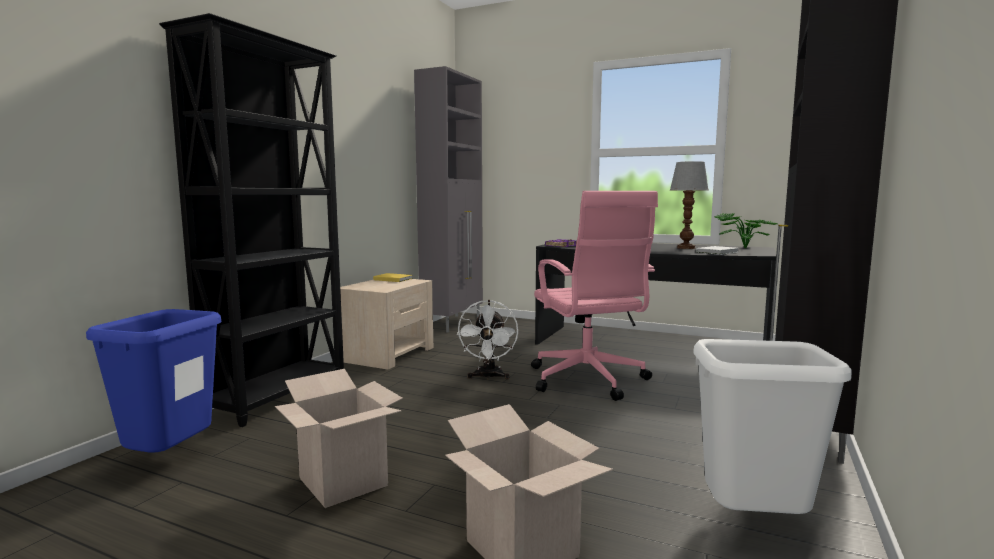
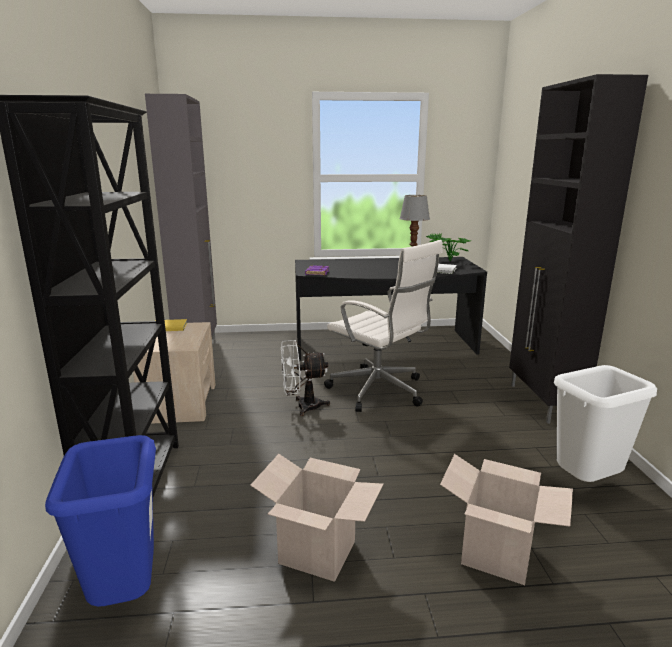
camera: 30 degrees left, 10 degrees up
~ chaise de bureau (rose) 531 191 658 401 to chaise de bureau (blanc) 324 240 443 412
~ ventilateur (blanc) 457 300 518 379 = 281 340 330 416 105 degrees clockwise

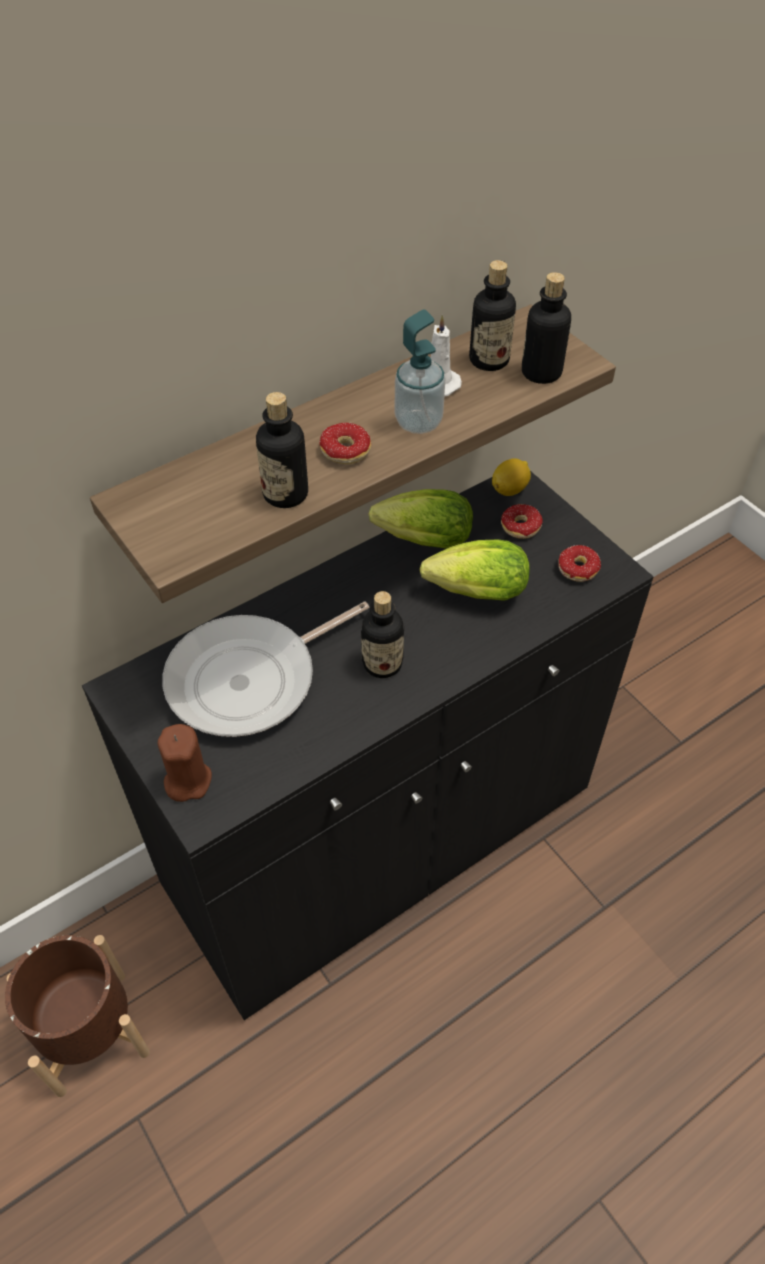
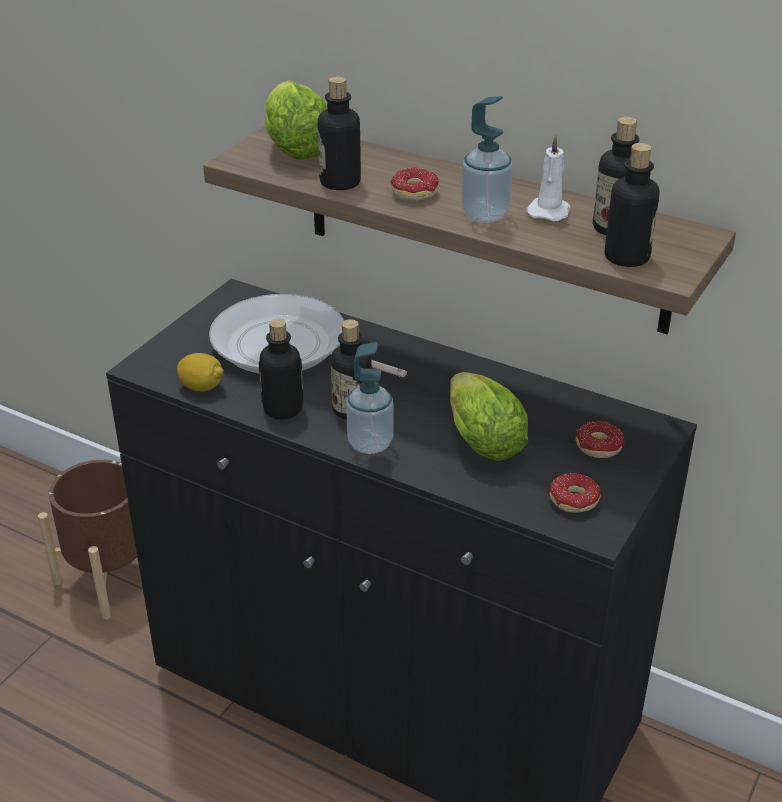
camera: 65 degrees right, 15 degrees down
~ citron 492 458 531 496 to 177 353 224 391
~ laitue 369 489 473 549 to 265 81 328 160
- bougie (marron) 158 724 212 802
+ bouteille 259 319 304 419
+ distributeur de savon 346 342 394 454

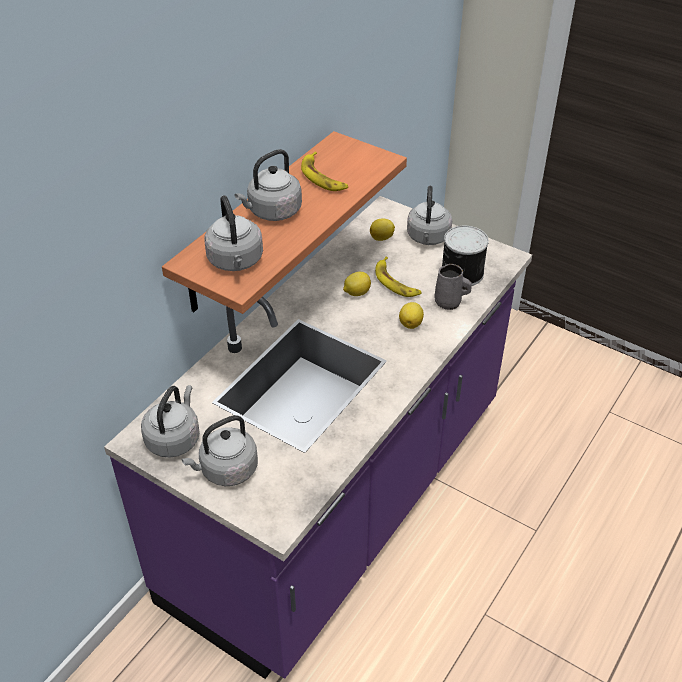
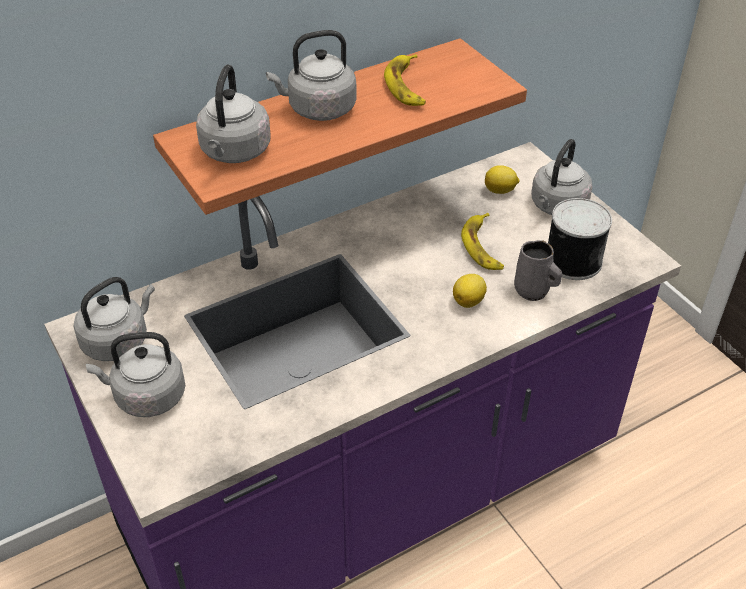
camera: 25 degrees right, 0 degrees up
- citron 343 272 371 296

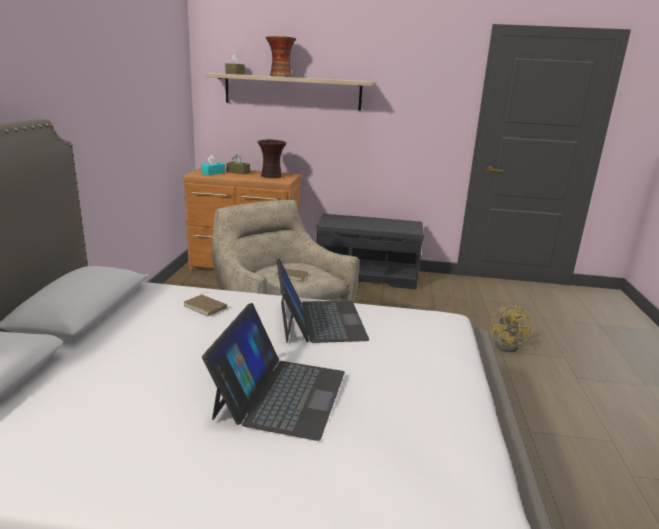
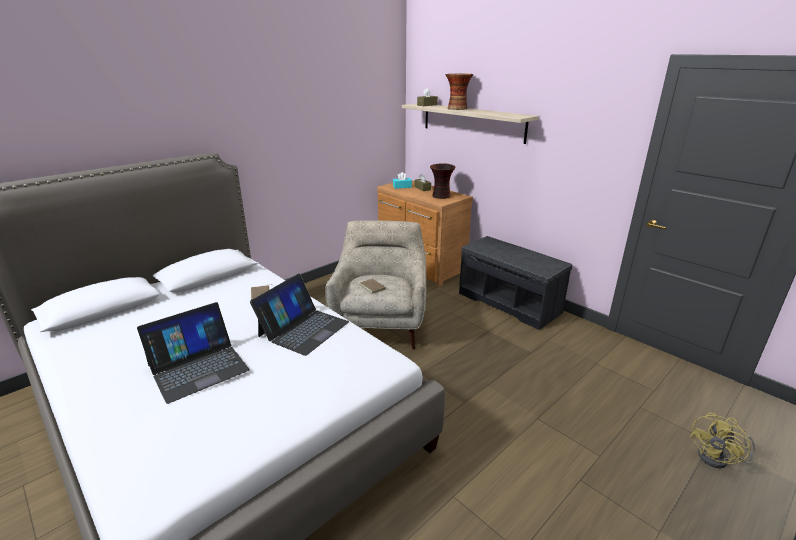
camera: 40 degrees right, 5 degrees up
~ ventilateur (jaune) 490 305 534 352 to 690 413 755 468

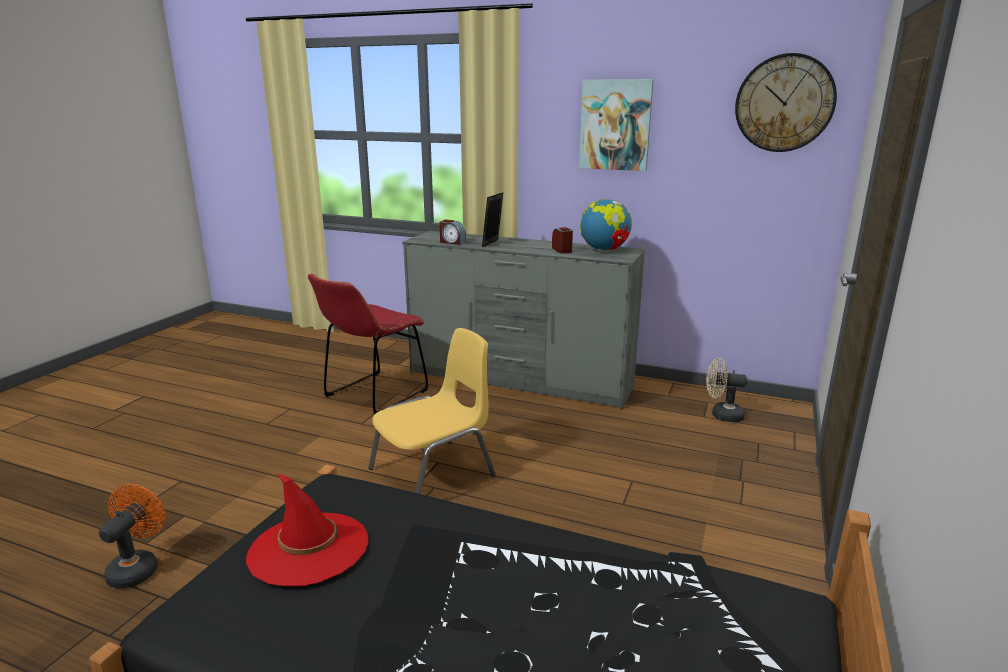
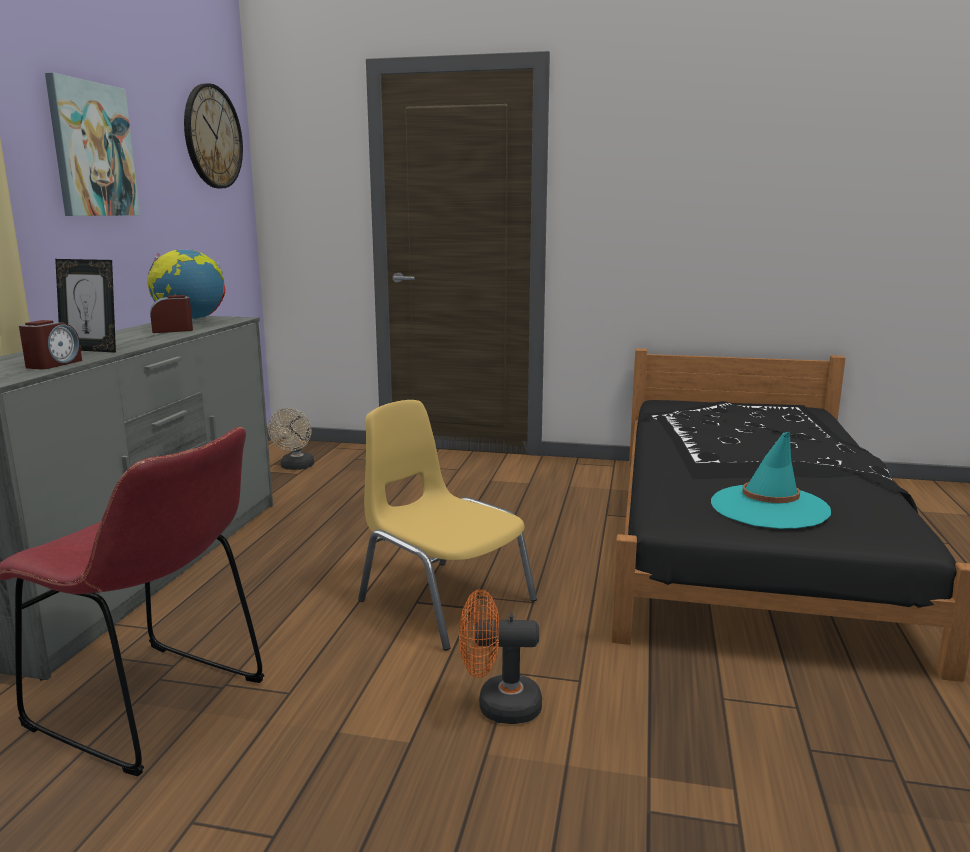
camera: 100 degrees left, 5 degrees down
~ chapeau (rouge) 246 473 369 586 to chapeau (turquoise) 711 432 831 529
~ ventilateur (orange) 99 484 166 588 to 459 589 542 724

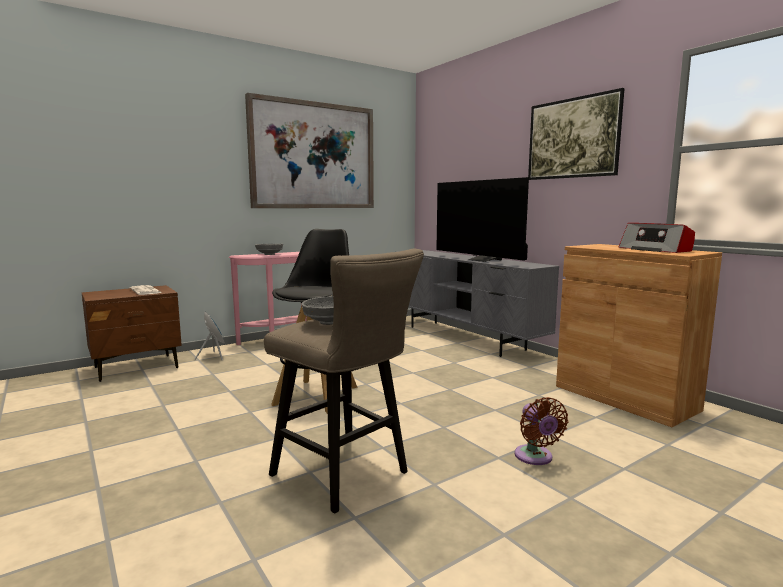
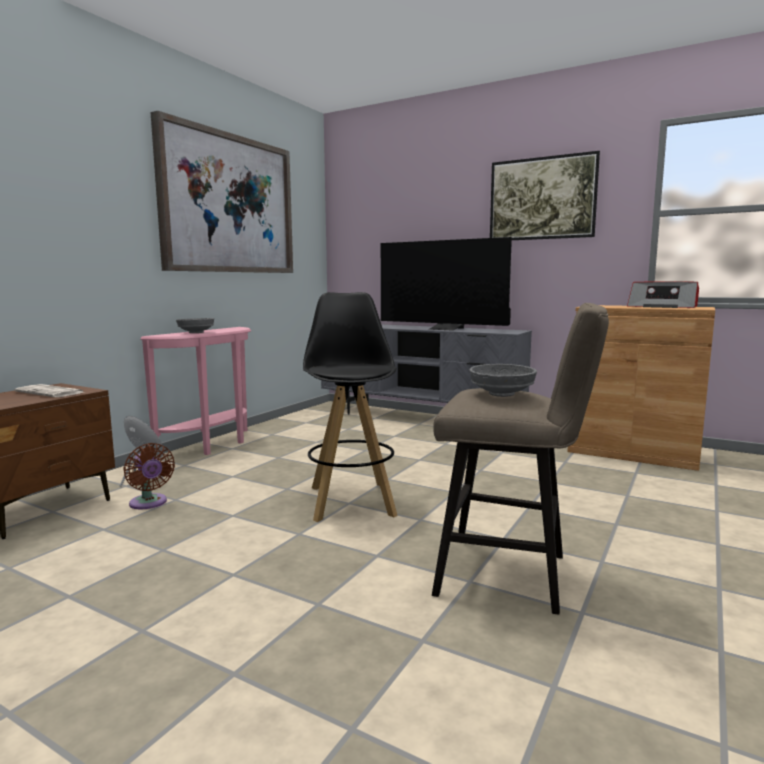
camera: 25 degrees left, 0 degrees up
~ ventilateur (marron) 515 397 568 465 to 123 443 175 509

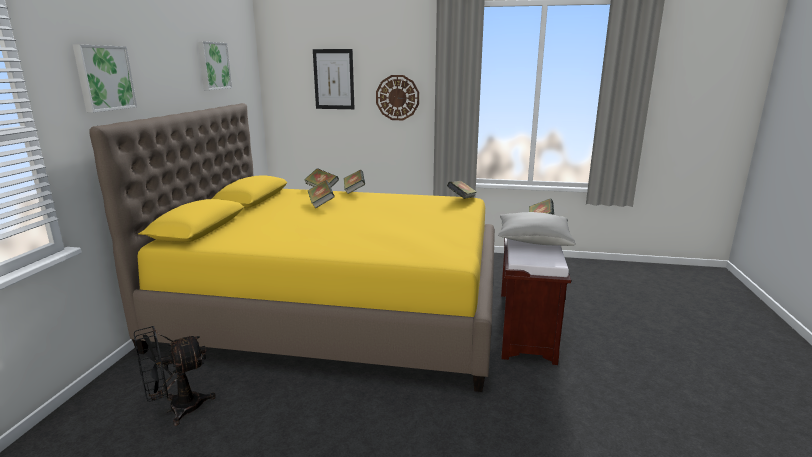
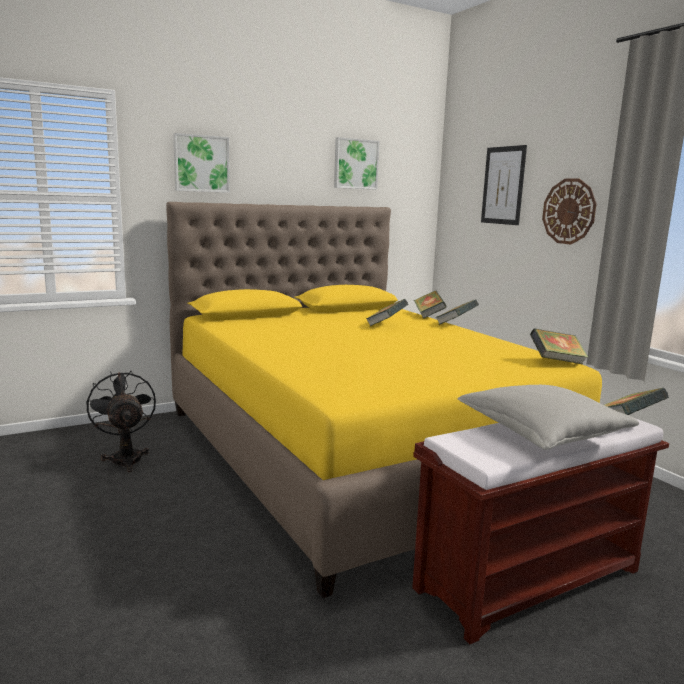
camera: 50 degrees right, 5 degrees down
~ ventilateur (noir) 134 326 216 426 = 86 371 156 472 45 degrees clockwise

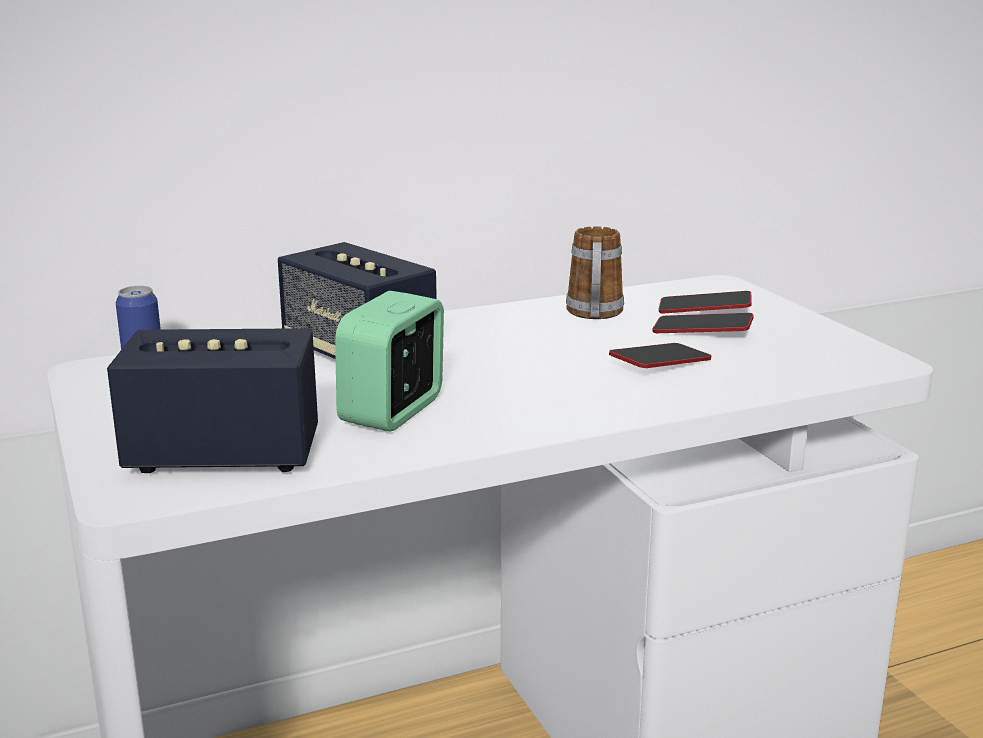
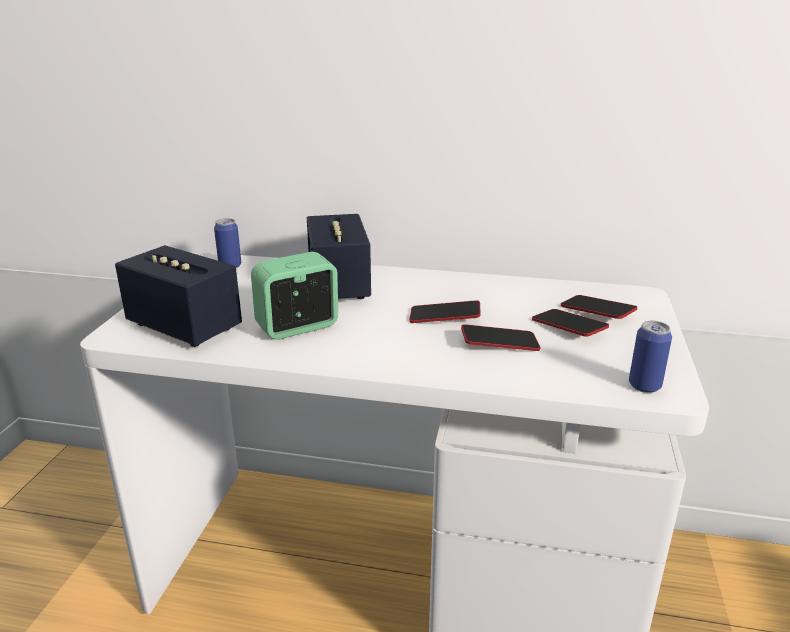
camera: 35 degrees right, 5 degrees up
- mug 566 226 624 319
+ téléphone 409 300 481 323
+ boîte métallique 629 321 672 393

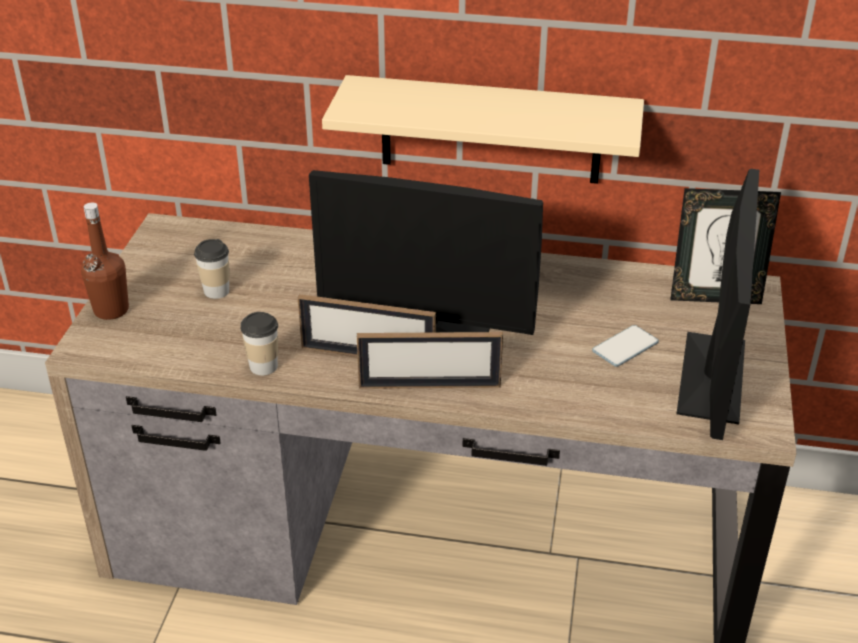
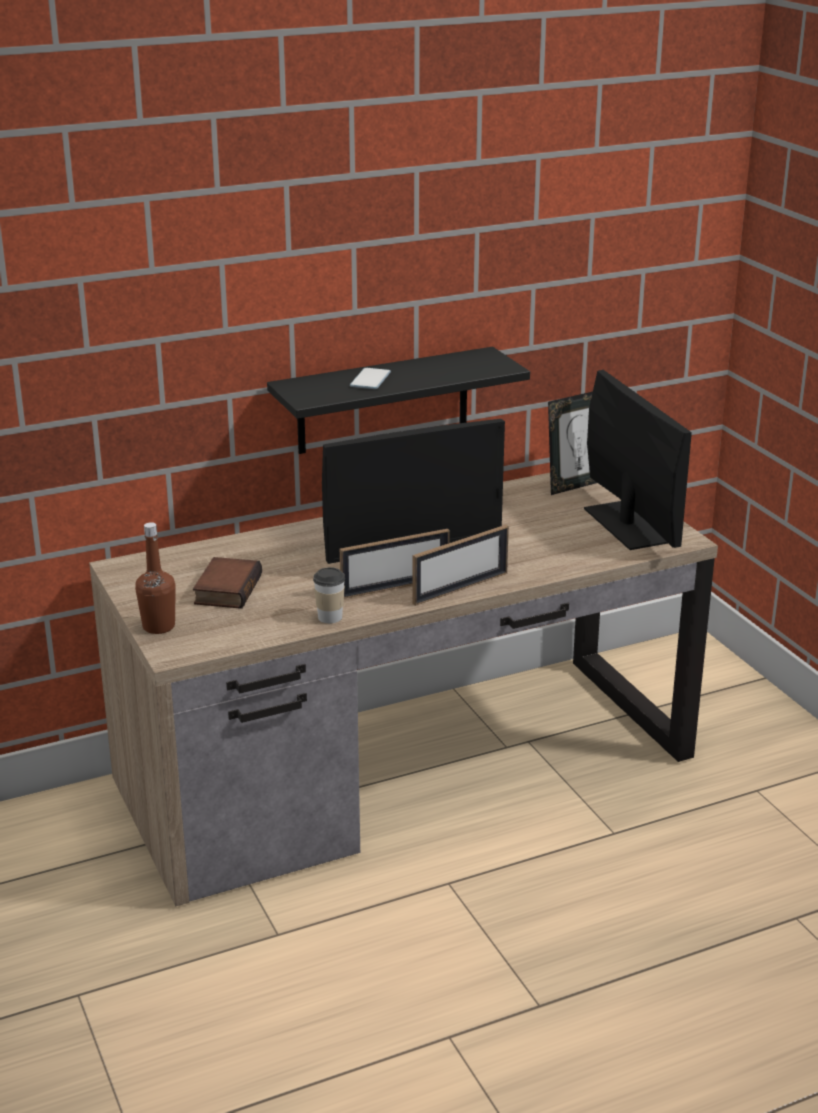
camera: 35 degrees left, 10 degrees down
~ étagère (beige) 322 75 644 184 to étagère (noir) 267 347 530 454
~ tasse 194 239 229 299 to livre 193 557 262 609
~ téléphone 592 325 659 367 to 350 368 391 389

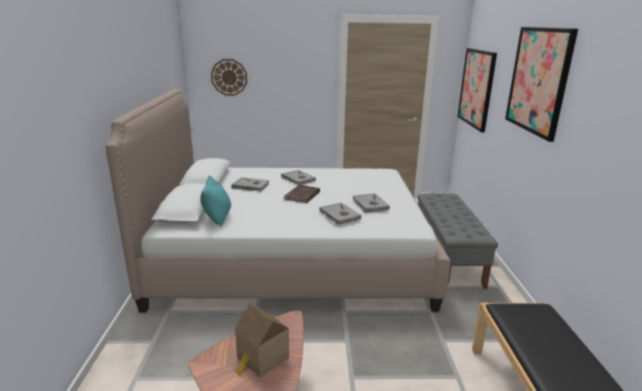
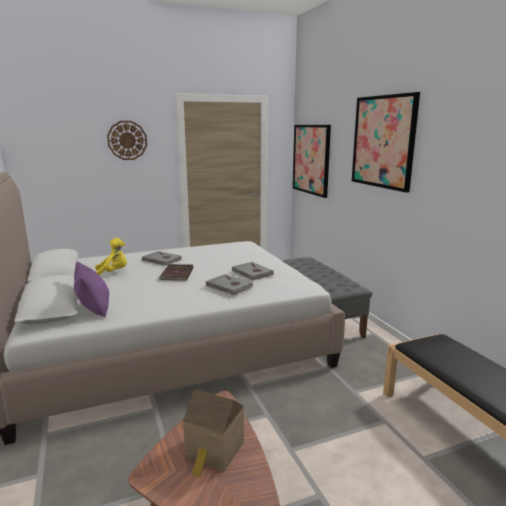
camera: 20 degrees left, 5 degrees down
~ horloge murale 211 59 247 96 to 107 121 147 160
~ coussin (turquoise) 200 175 231 227 to coussin (violet) 74 261 109 317
~ livre (gris) 231 177 269 192 to peluche (jaune) 95 238 127 275

